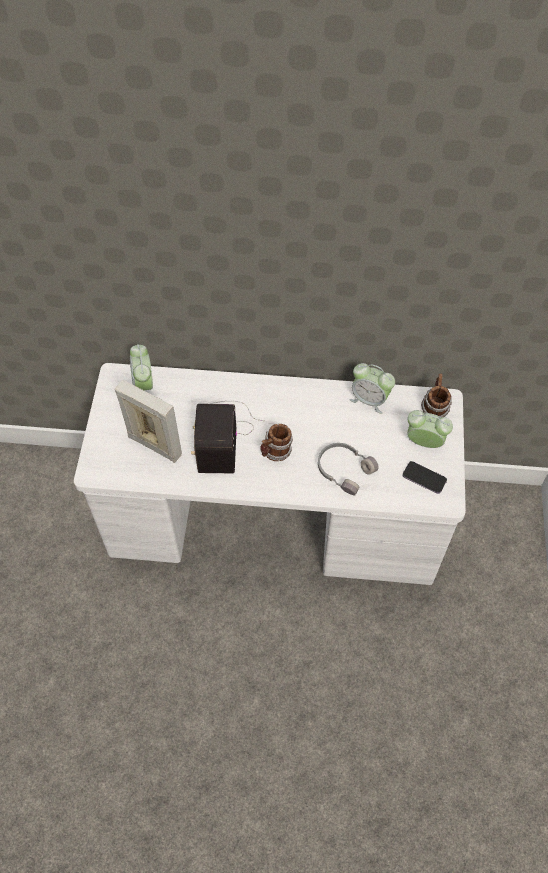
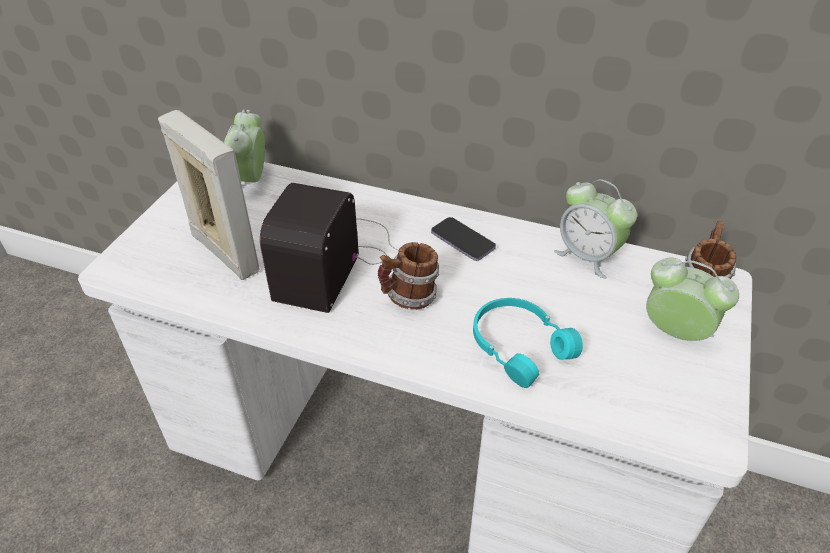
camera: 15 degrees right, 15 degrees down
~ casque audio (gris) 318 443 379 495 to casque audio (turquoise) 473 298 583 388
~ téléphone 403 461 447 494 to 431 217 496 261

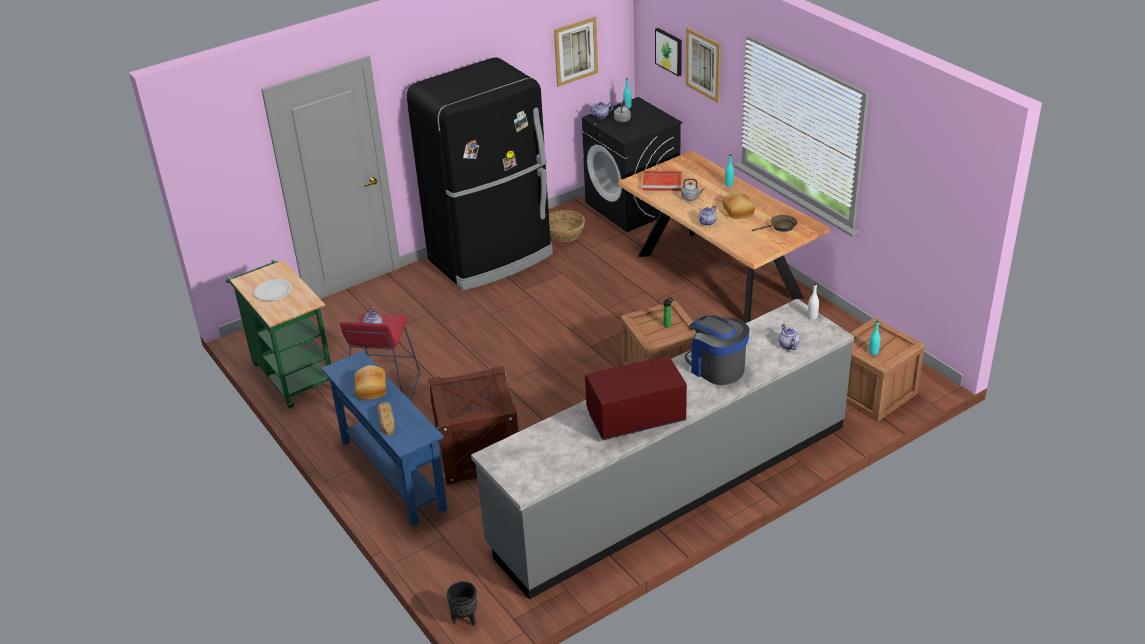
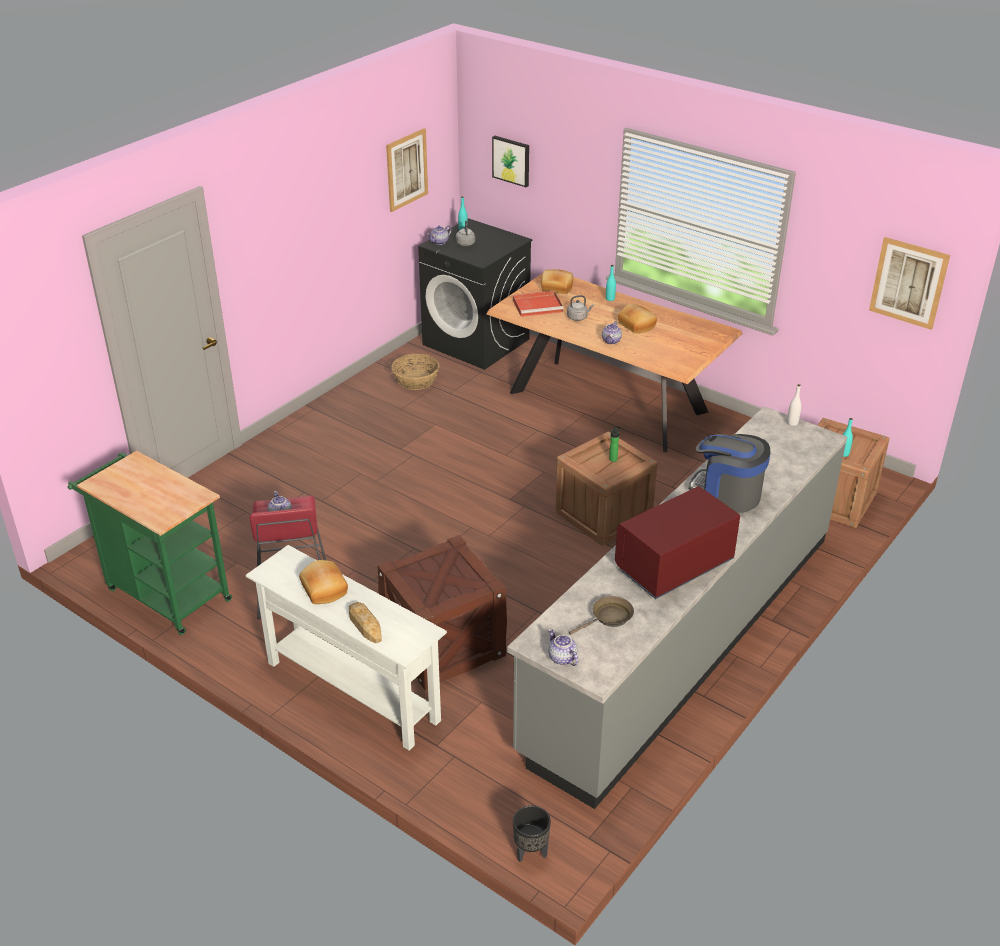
camera: 20 degrees left, 0 degrees up
~ tableau 686 28 721 103 to 869 237 950 330
- réfrigérateur (noir) 407 57 553 290
~ poêle (marron) 752 215 797 232 to 569 596 634 635
- assiette (blanc) 254 279 292 301
~ théière 778 324 800 350 to 548 629 578 666
~ table console (bleu) 321 351 448 527 to table console (blanc) 246 545 447 751
+ pain 541 269 573 294

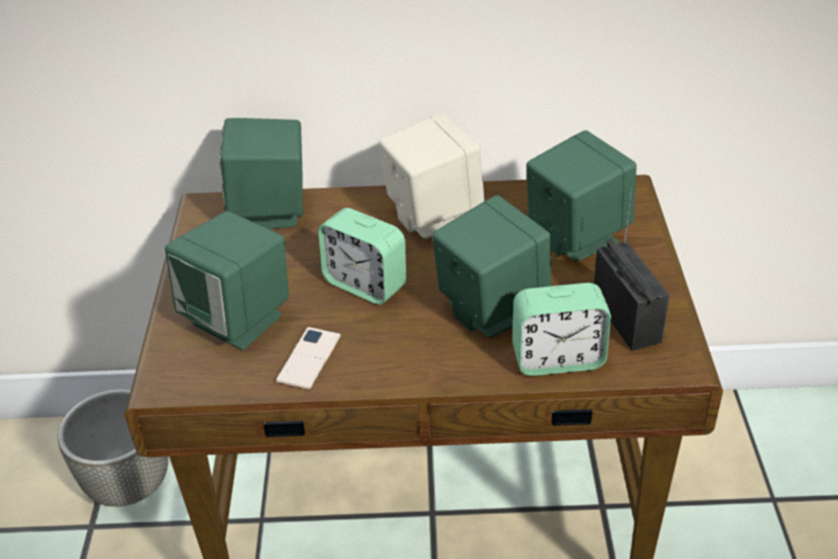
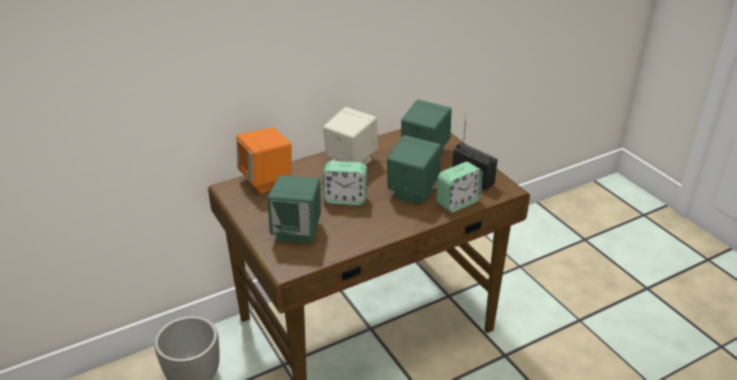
camera: 30 degrees left, 5 degrees down
~ enceinte (vert) 220 118 303 229 to enceinte (orange) 236 127 292 194
- téléphone 276 327 341 390

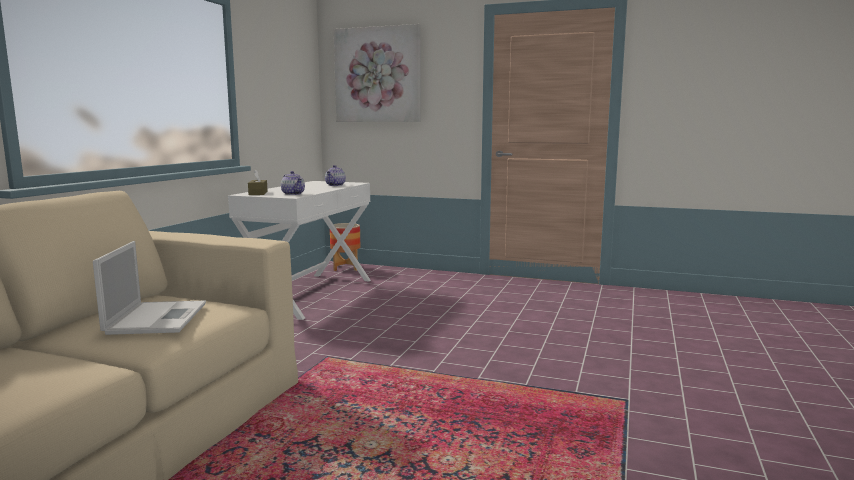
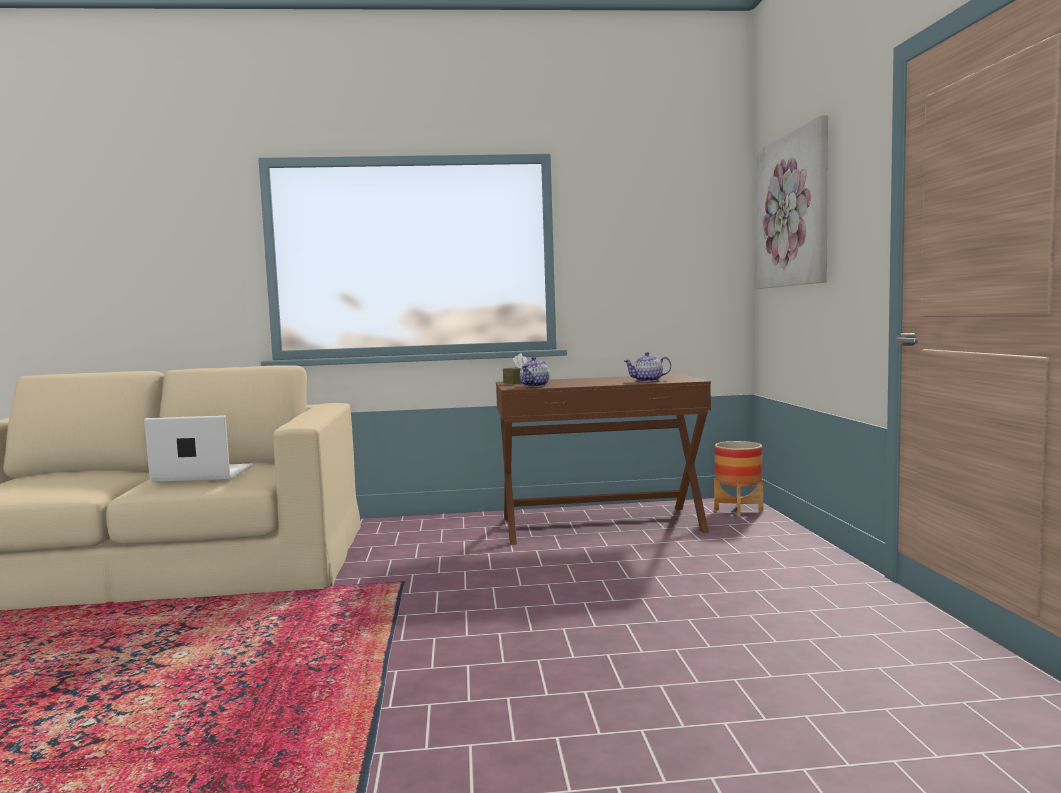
camera: 65 degrees right, 5 degrees down
~ table console (blanc) 228 181 371 320 to table console (marron) 496 374 711 545
~ ordinateur portable 93 241 206 335 = 144 415 252 482 150 degrees counterclockwise

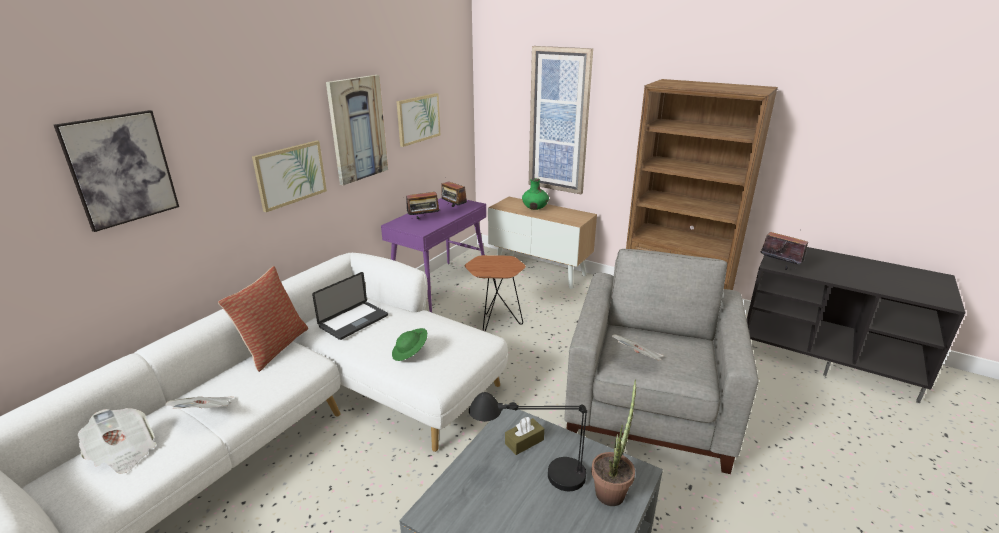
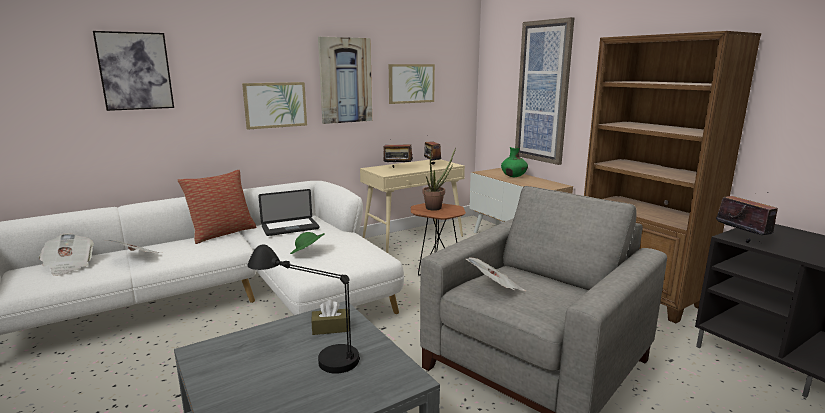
camera: 25 degrees right, 10 degrees down
~ table console (violet) 381 198 486 312 to table console (beige) 360 159 465 253
~ plante en pot 591 379 636 506 to 423 147 456 211

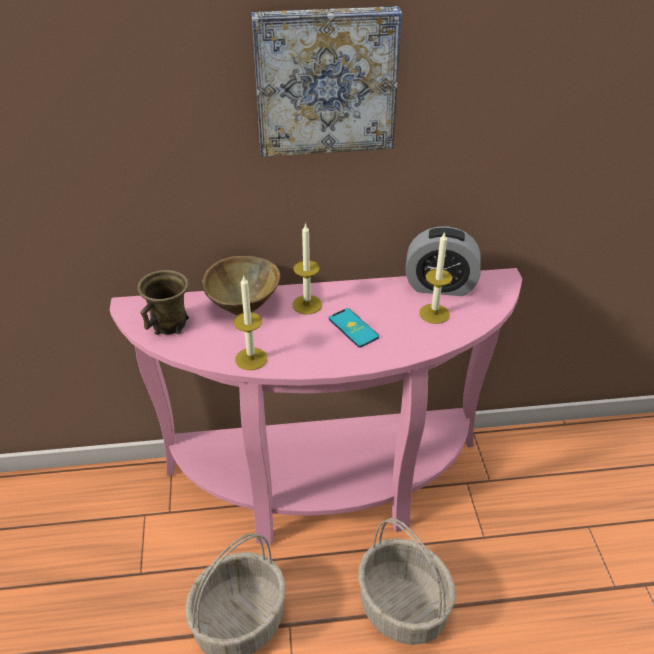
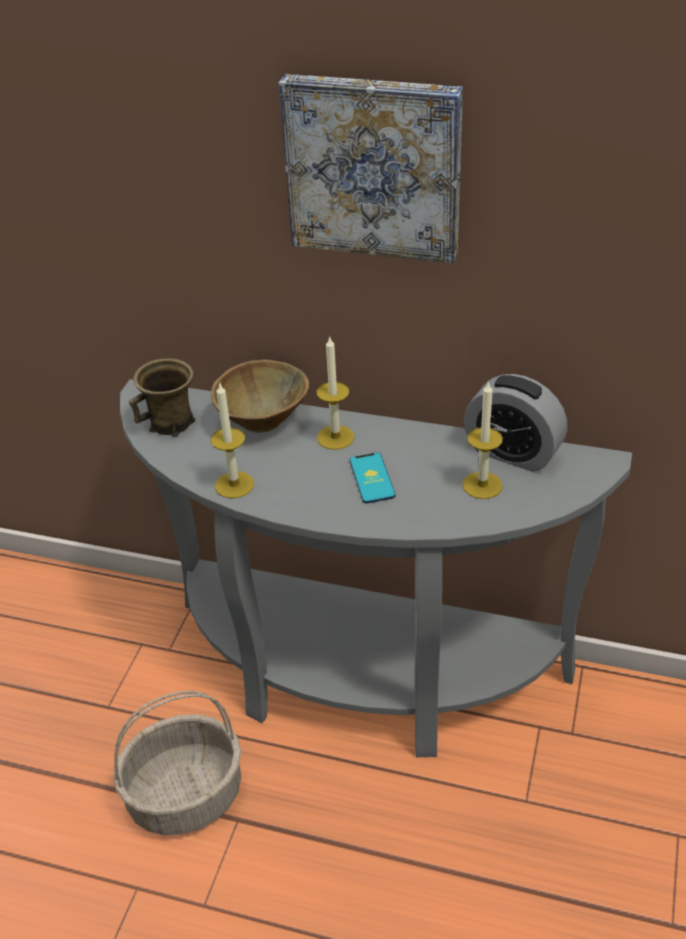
camera: 25 degrees right, 0 degrees up
~ table console (rose) 110 268 522 545 to table console (gris) 120 379 632 757
- panier 358 518 455 645

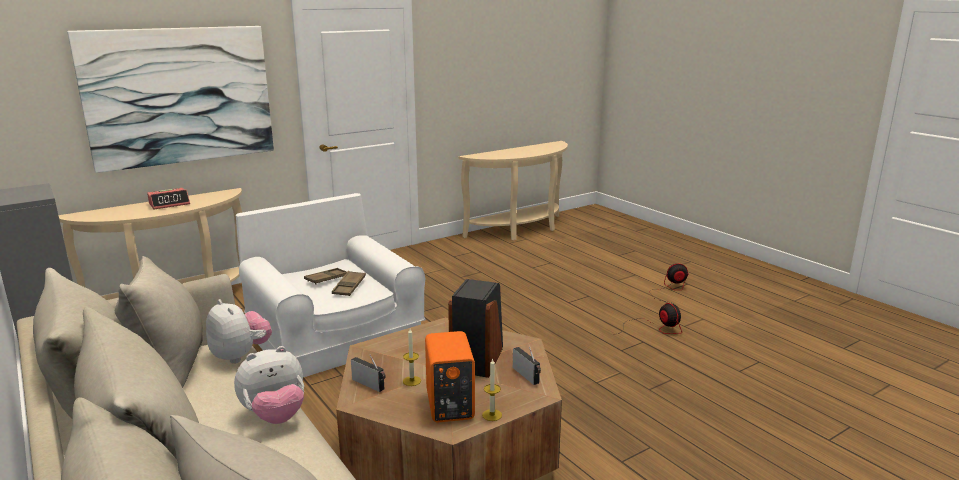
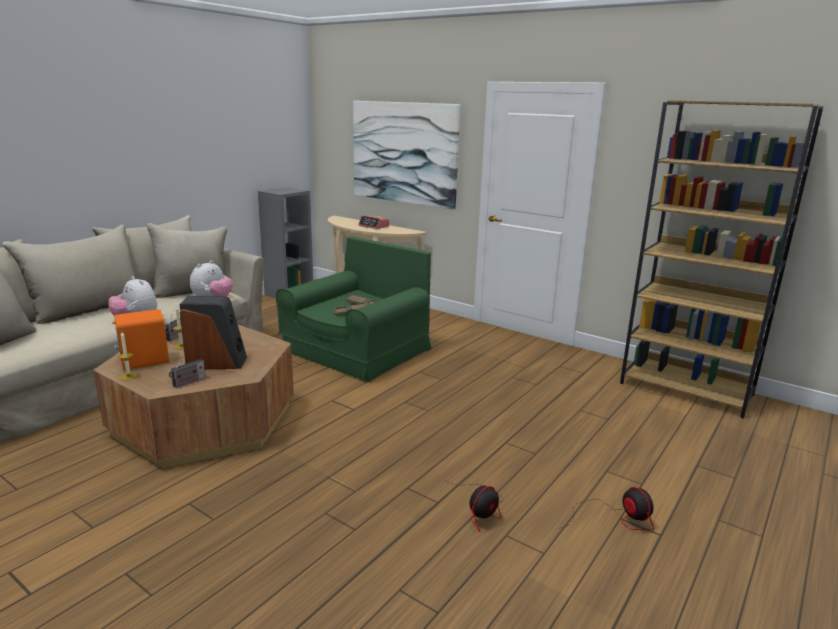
camera: 70 degrees right, 0 degrees up
~ table console (beige) 459 141 568 241 to bibliothèque (marron) 620 100 823 419
~ fauteuil (blanc) 236 193 426 377 to fauteuil (vert) 276 236 431 383

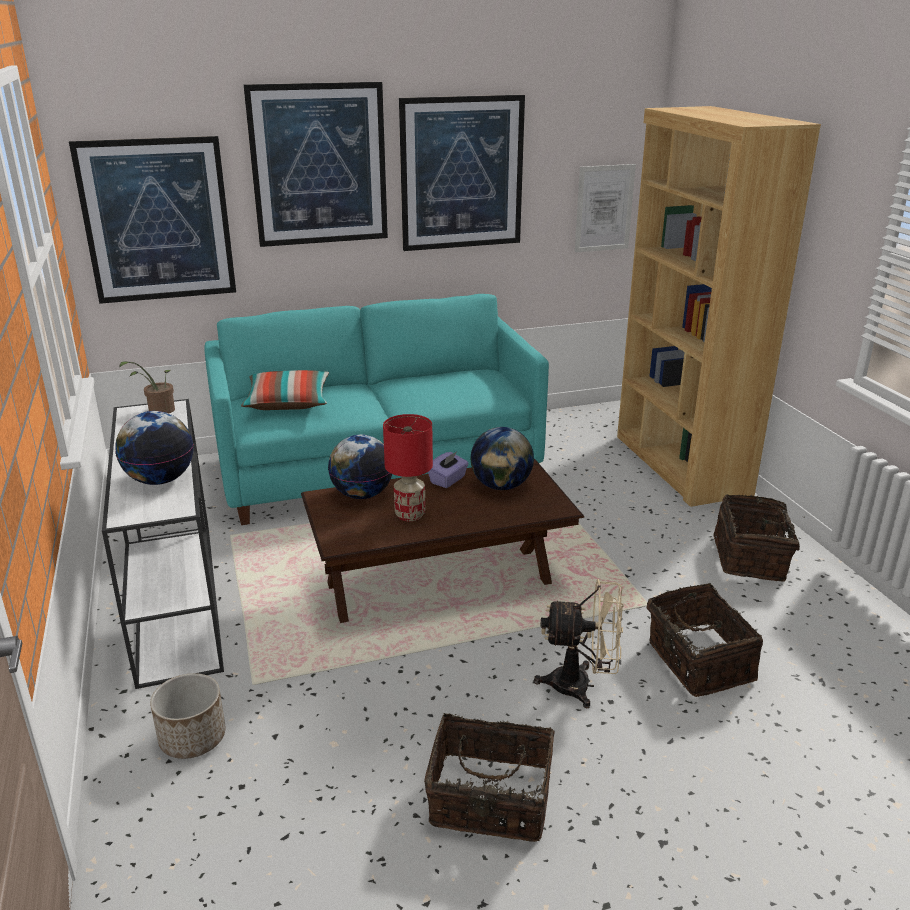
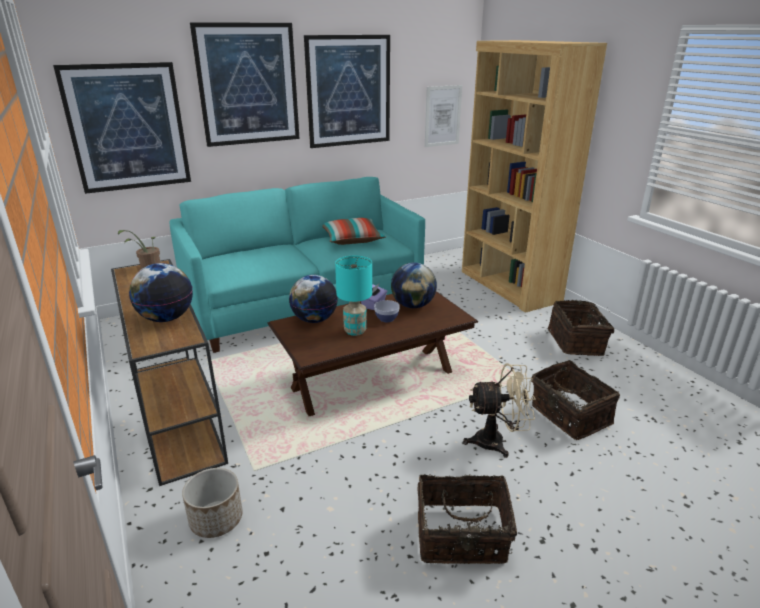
camera: 10 degrees left, 0 degrees up
~ coussin 241 370 329 410 to 322 218 386 245
~ table console (blanc) 102 399 224 689 to table console (marron) 111 259 228 486
~ lampe de table (rouge) 383 414 433 522 to lampe de table (turquoise) 335 256 372 336
+ bol 374 300 400 322

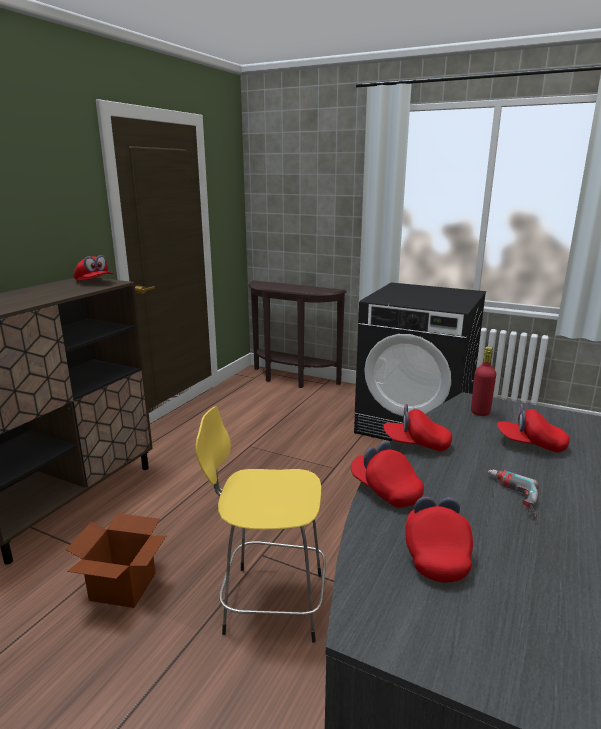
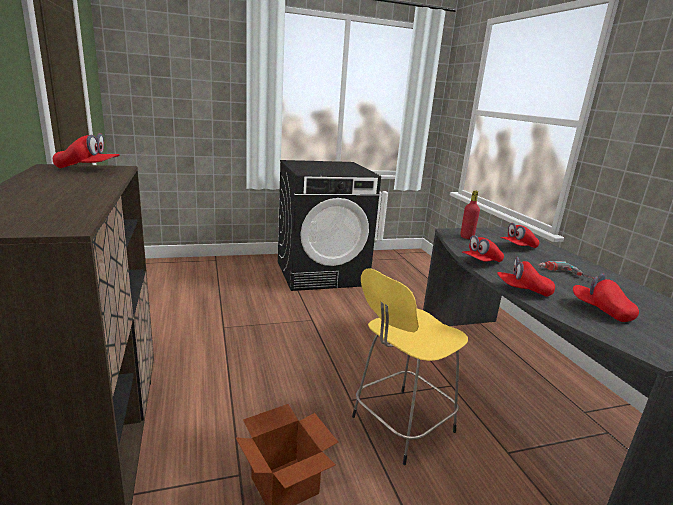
camera: 45 degrees left, 0 degrees up
- table console (marron) 248 280 346 388

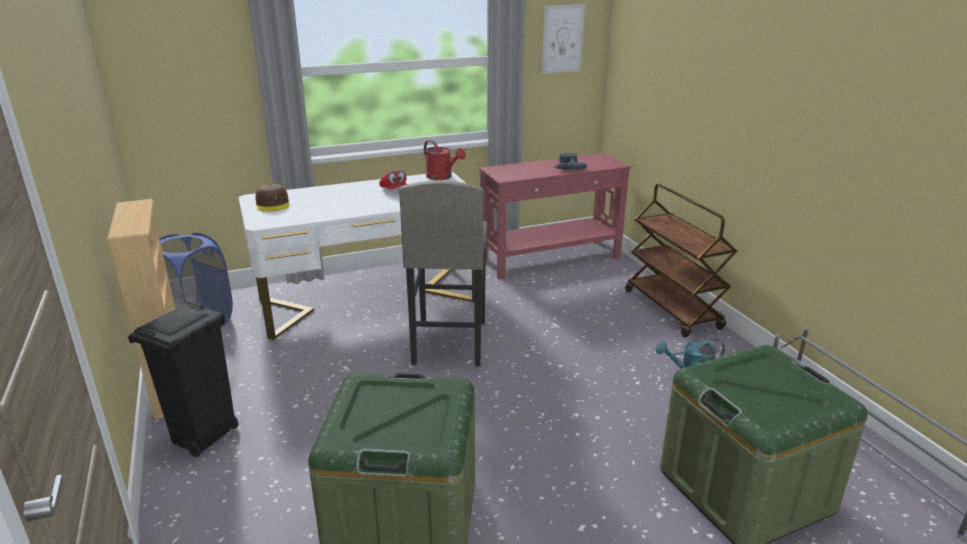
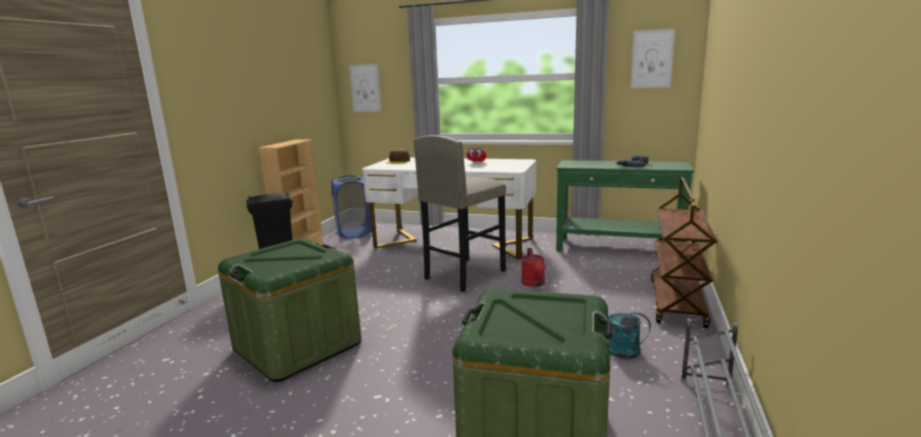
camera: 40 degrees right, 10 degrees down
~ arrosoir (rouge) 424 140 466 180 to 521 248 545 287
~ table console (rouge) 479 153 631 279 to table console (vert) 556 160 694 252
+ tableau 349 64 381 112

